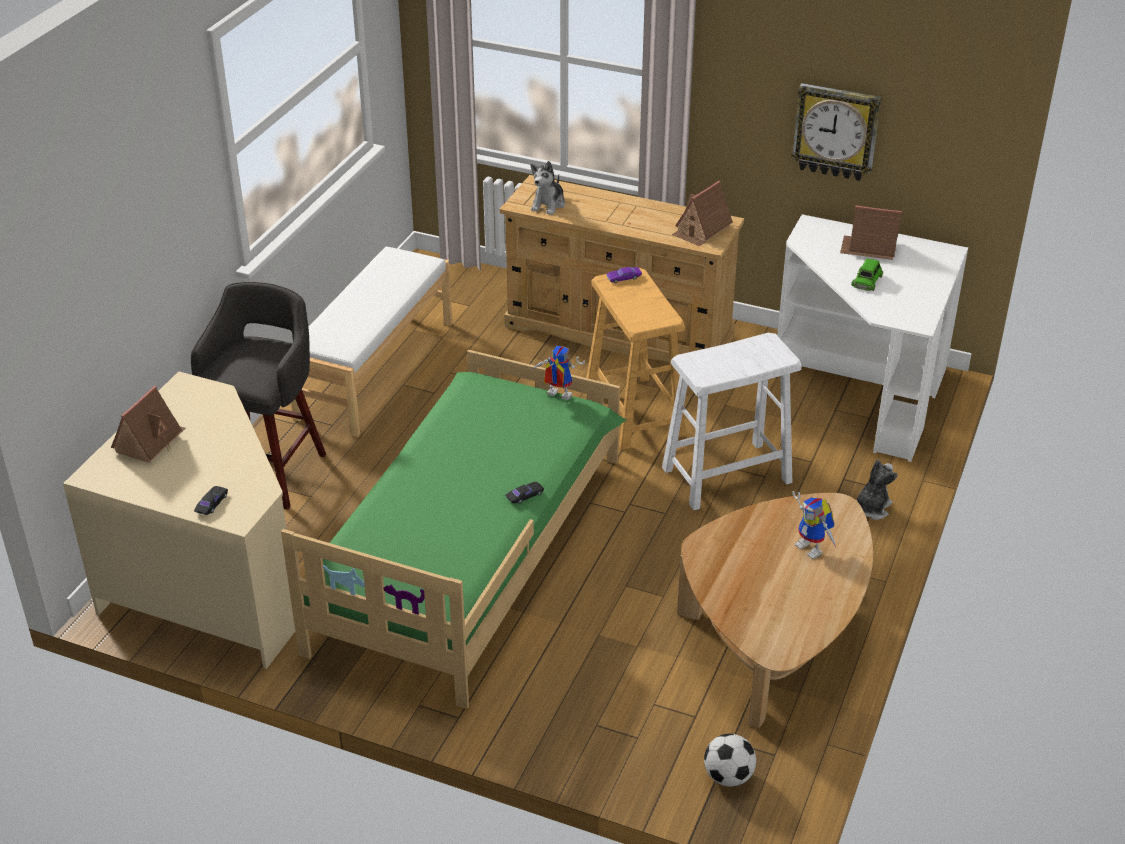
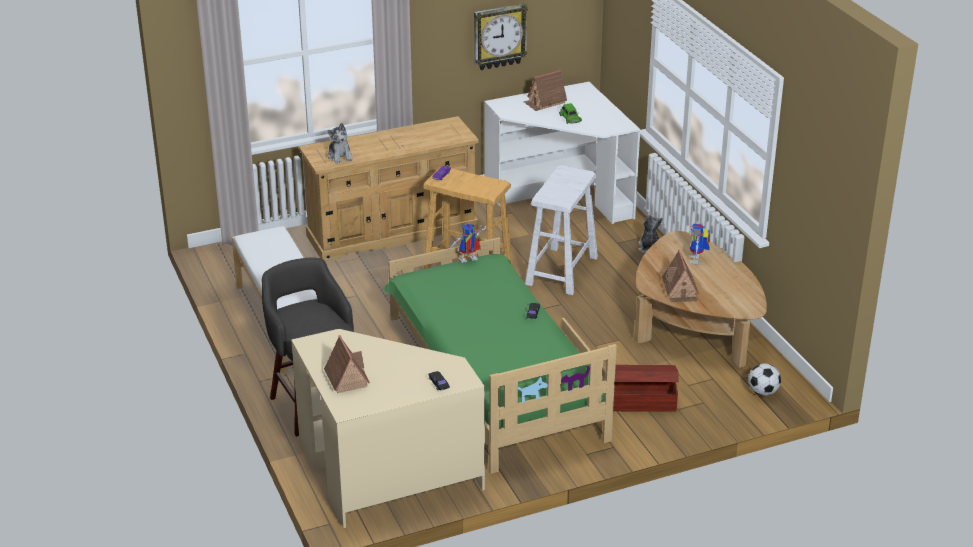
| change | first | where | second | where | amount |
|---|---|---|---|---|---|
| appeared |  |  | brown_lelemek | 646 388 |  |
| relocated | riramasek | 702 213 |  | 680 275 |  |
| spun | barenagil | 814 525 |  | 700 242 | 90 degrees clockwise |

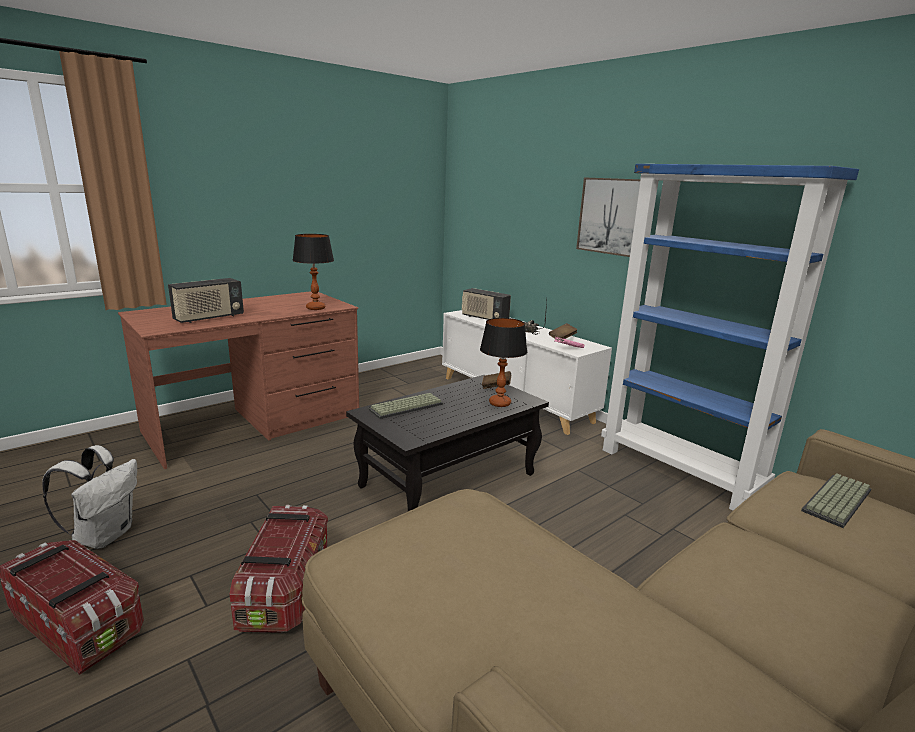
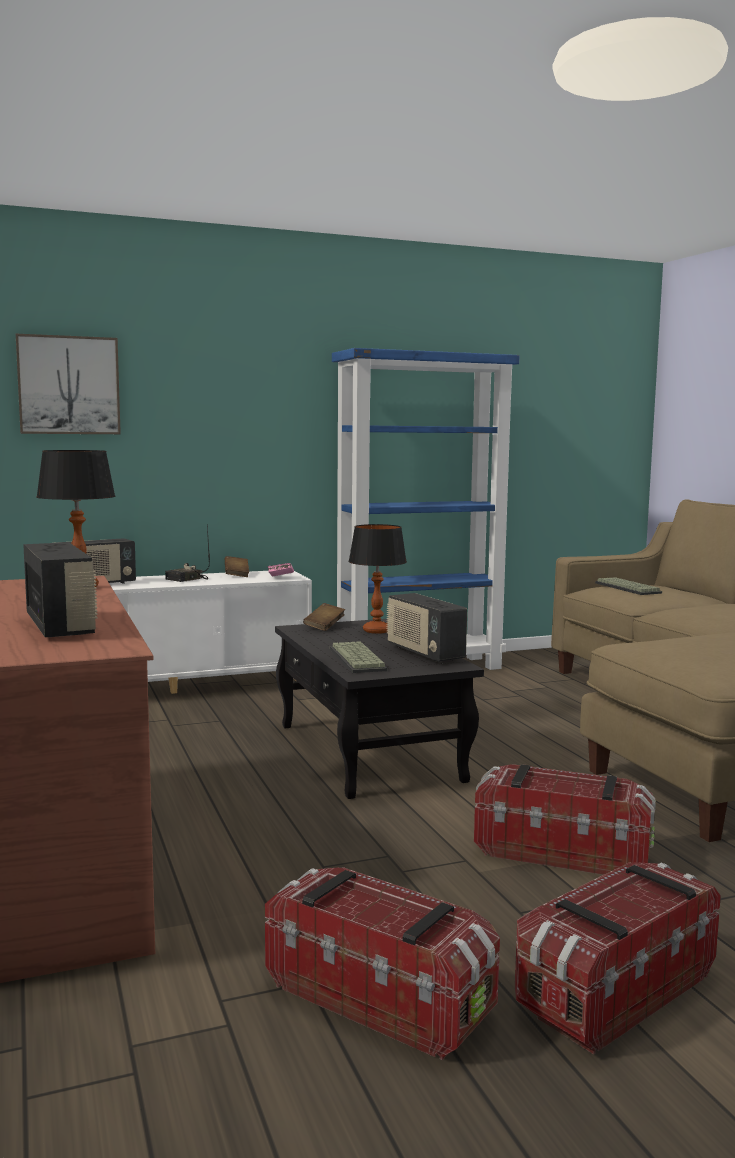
| change | first | where | second | where | amount |
|---|---|---|---|---|---|
| appeared |  |  | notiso | 427 627 |  |
| relocated | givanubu | 608 217 |  | 68 384 |  |
| exchanged | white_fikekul | 89 497 | lelemek | 382 963 |  |

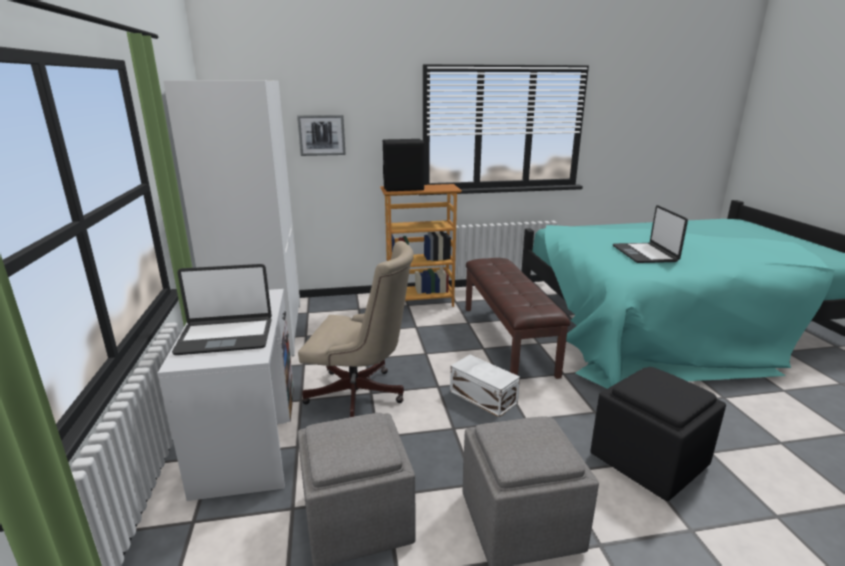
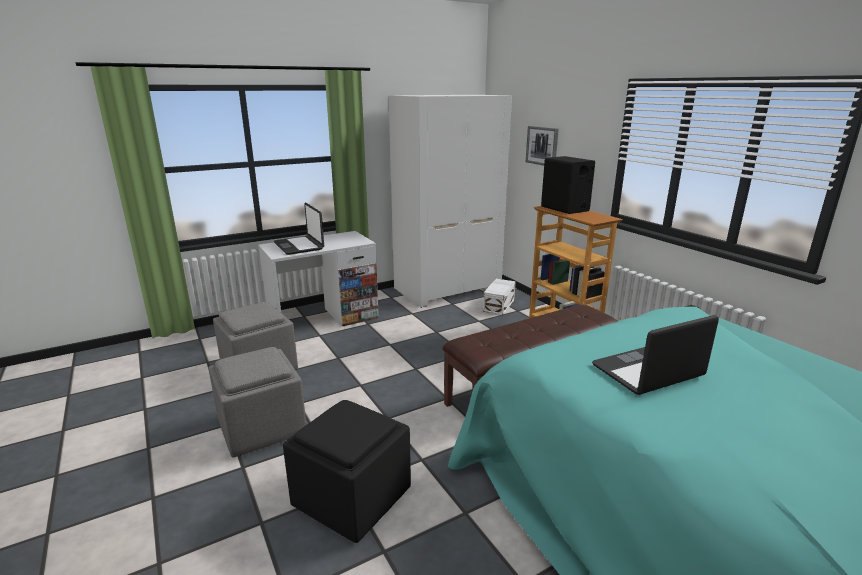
| change | first | where | second | where | amount |
|---|---|---|---|---|---|
| missing | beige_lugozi | 356 329 |  |  |  |
| relocated | white_lelemek | 485 386 |  | 499 297 |  |

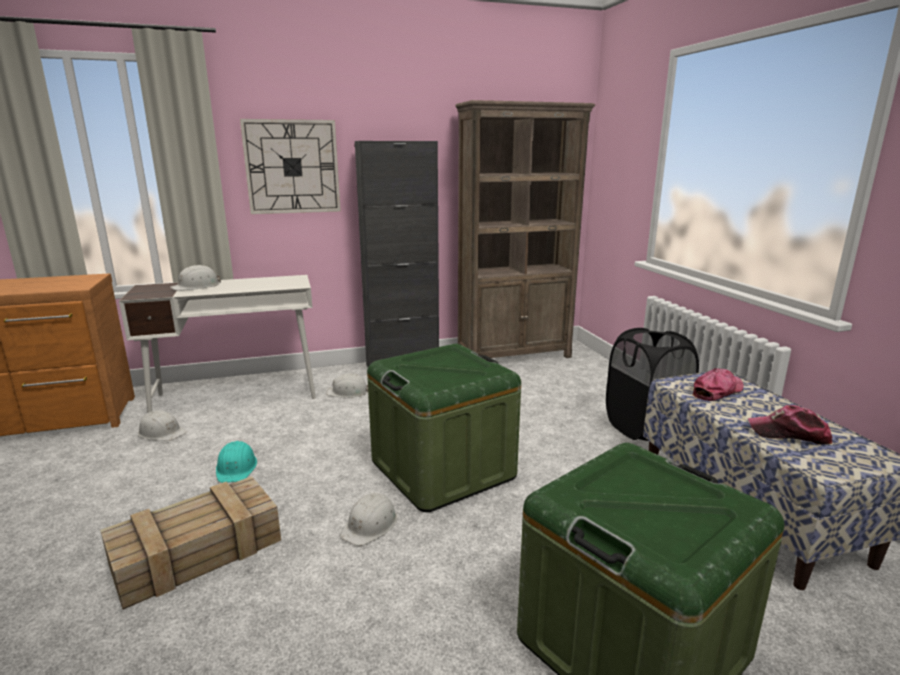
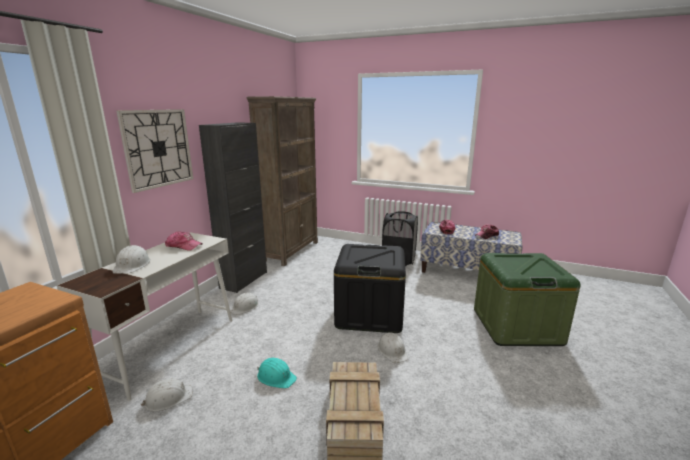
| change | first | where | second | where | amount |
|---|---|---|---|---|---|
| appeared |  |  | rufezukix | 184 241 |  |
| colour | green_lelemek | 444 428 | black_lelemek | 370 288 |  |

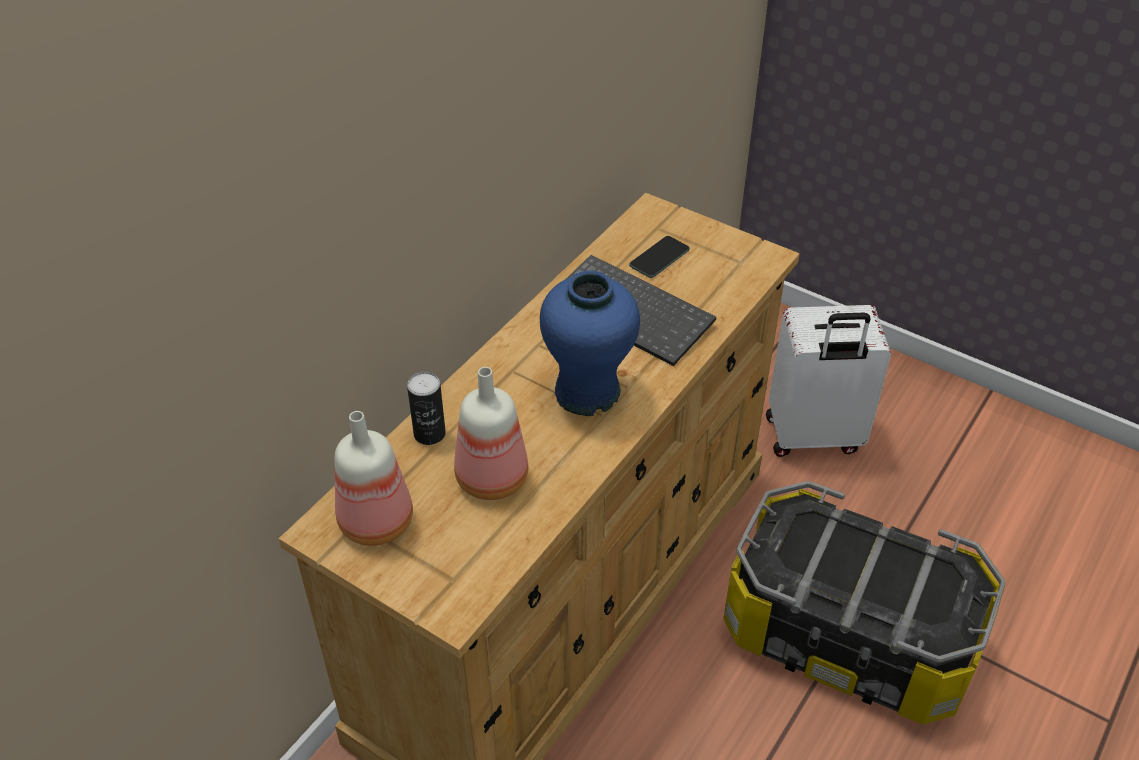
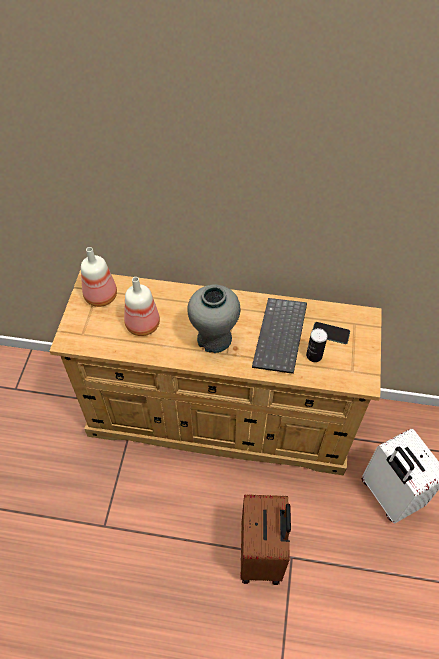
| change | first | where | second | where | amount |
|---|---|---|---|---|---|
| relocated | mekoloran | 426 408 |  | 317 345 |  |
| exchanged | lelemek | 864 602 | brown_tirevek | 266 539 |  |
| colour | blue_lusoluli | 590 343 | grey_lusoluli | 214 318 |  |

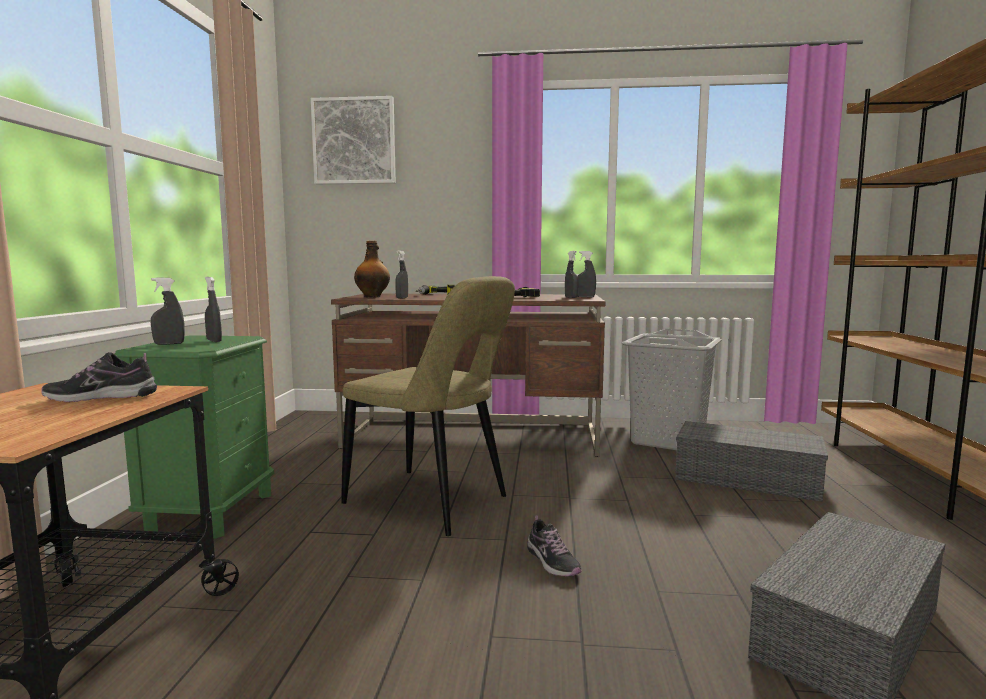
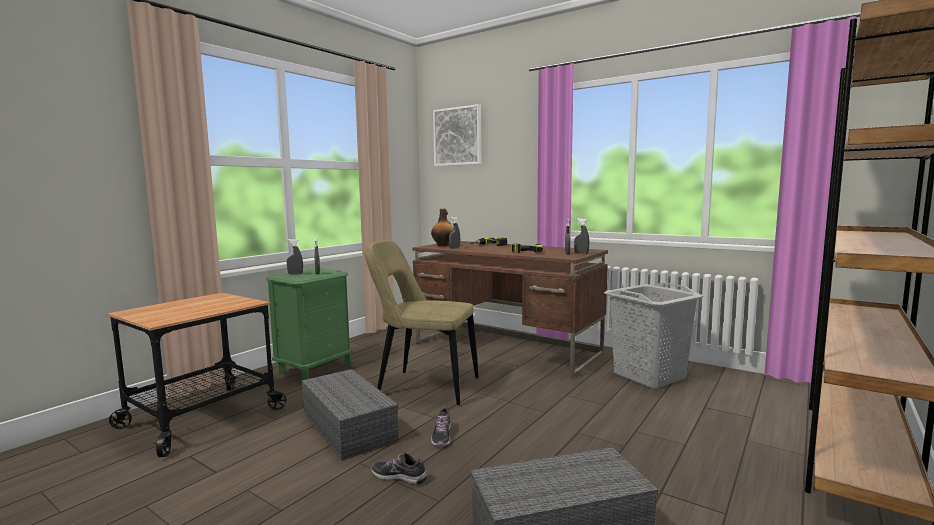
| change | first | where | second | where | amount |
|---|---|---|---|---|---|
| relocated | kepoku | 99 377 |  | 399 468 |  |
| relocated | grey_lelemek | 751 461 |  | 349 415 |  |
| spun | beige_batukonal | 428 406 |  | 422 322 | 135 degrees clockwise |

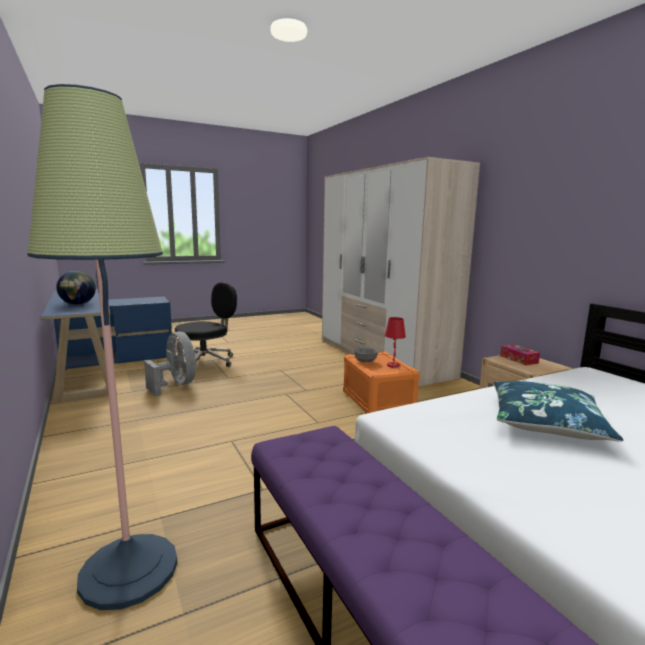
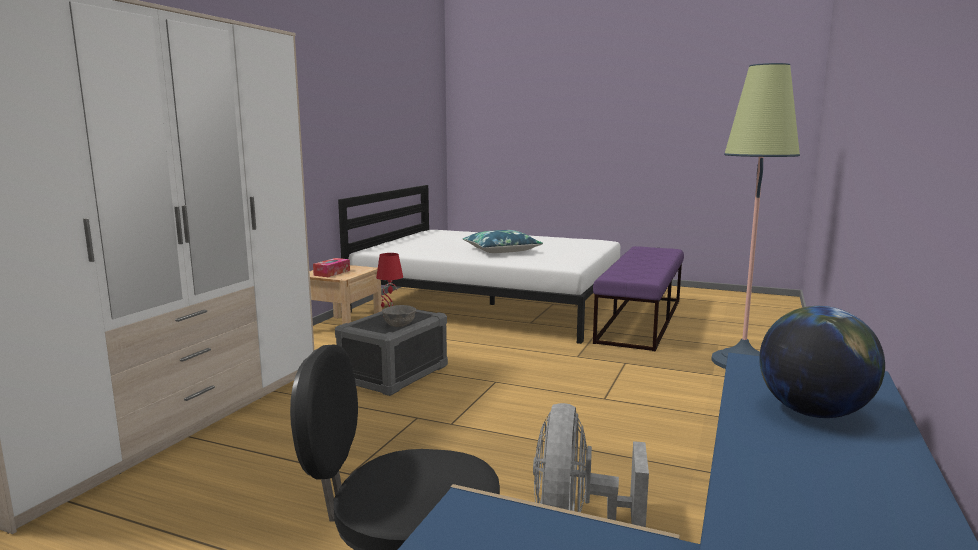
| change | first | where | second | where | amount |
|---|---|---|---|---|---|
| colour | orange_lelemek | 381 383 | grey_lelemek | 391 350 |  |

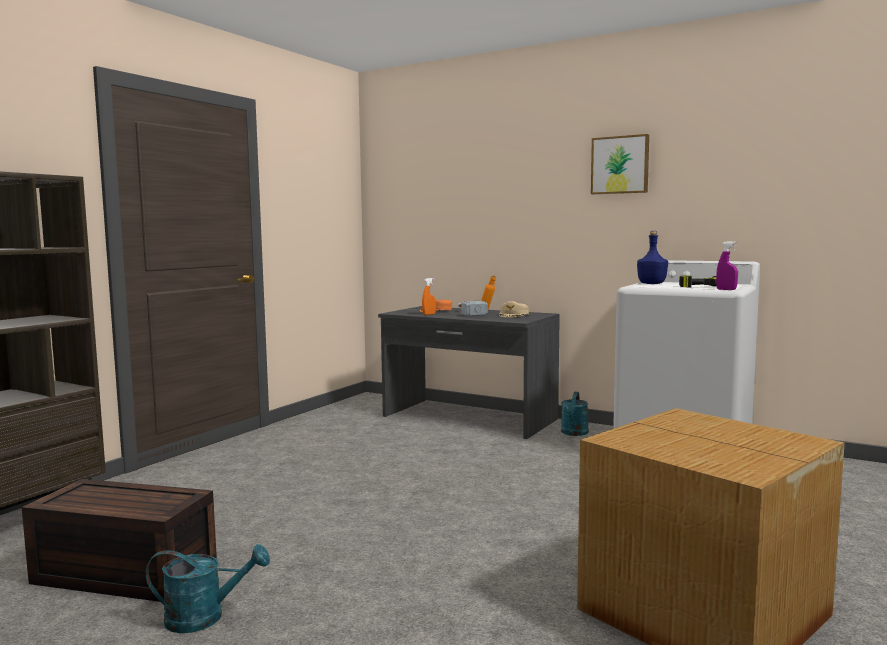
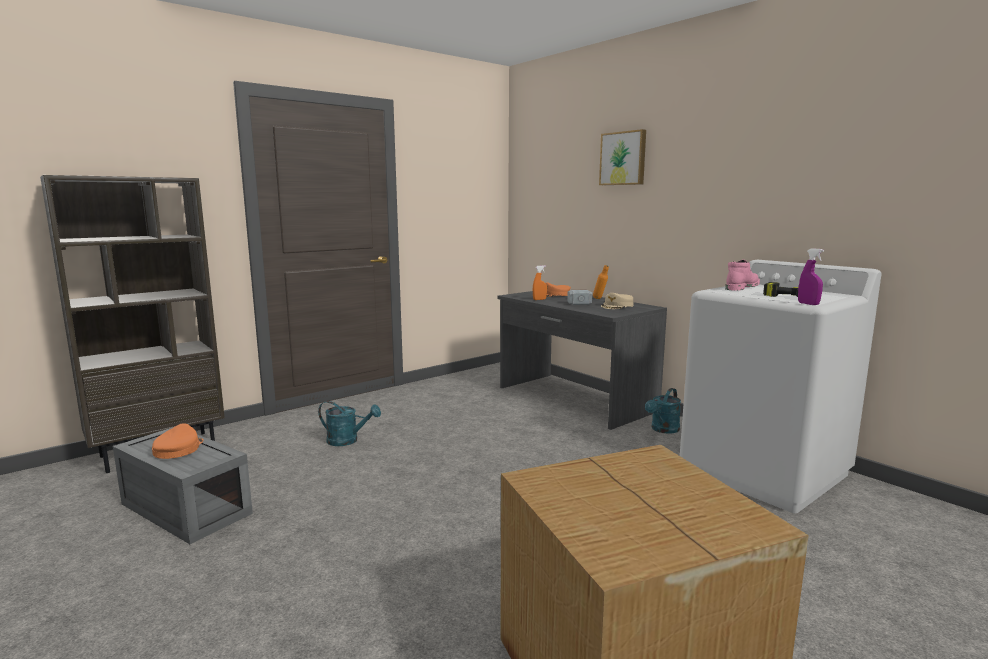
| change | first | where | second | where | amount |
|---|---|---|---|---|---|
| appeared |  |  | orange_rufezukix | 178 441 |  |
| relocated | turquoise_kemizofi | 208 588 |  | 349 423 |  |
| relocated | givanubu | 620 164 |  | 622 157 |  |
| exchanged | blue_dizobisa | 652 257 | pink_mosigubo | 742 275 |  |
| colour | brown_lelemek | 119 540 | grey_lelemek | 183 485 |  |

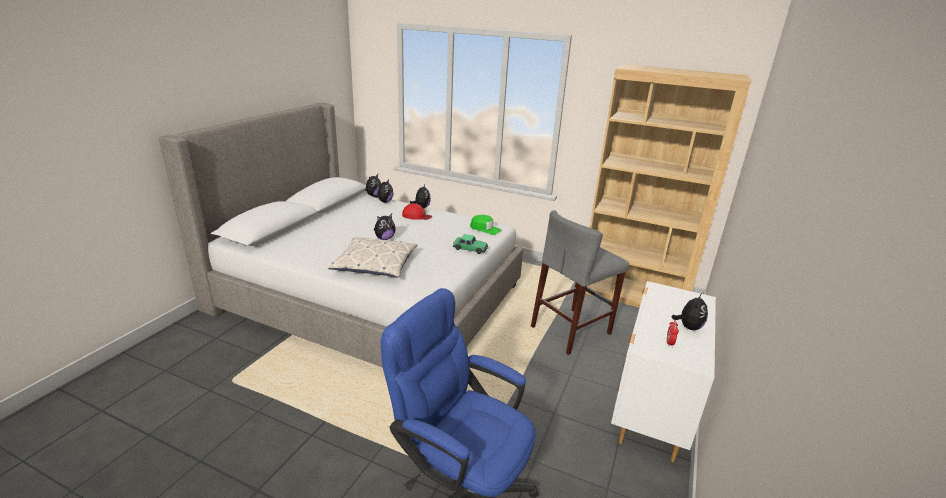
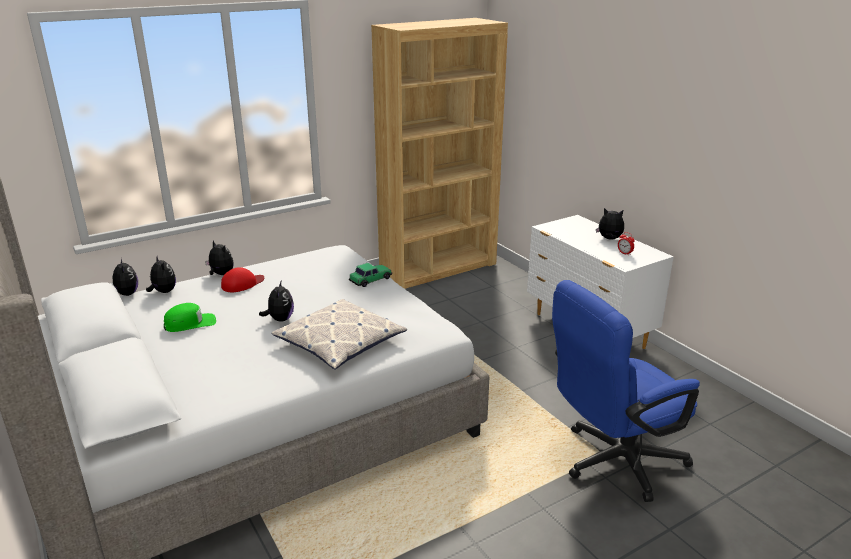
| change | first | where | second | where | amount |
|---|---|---|---|---|---|
| missing | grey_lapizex | 580 282 |  |  |  |
| relocated | green_rufezukix | 486 225 |  | 190 317 |  |
| spun | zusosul | 689 311 |  | 610 224 | 45 degrees counterclockwise |

